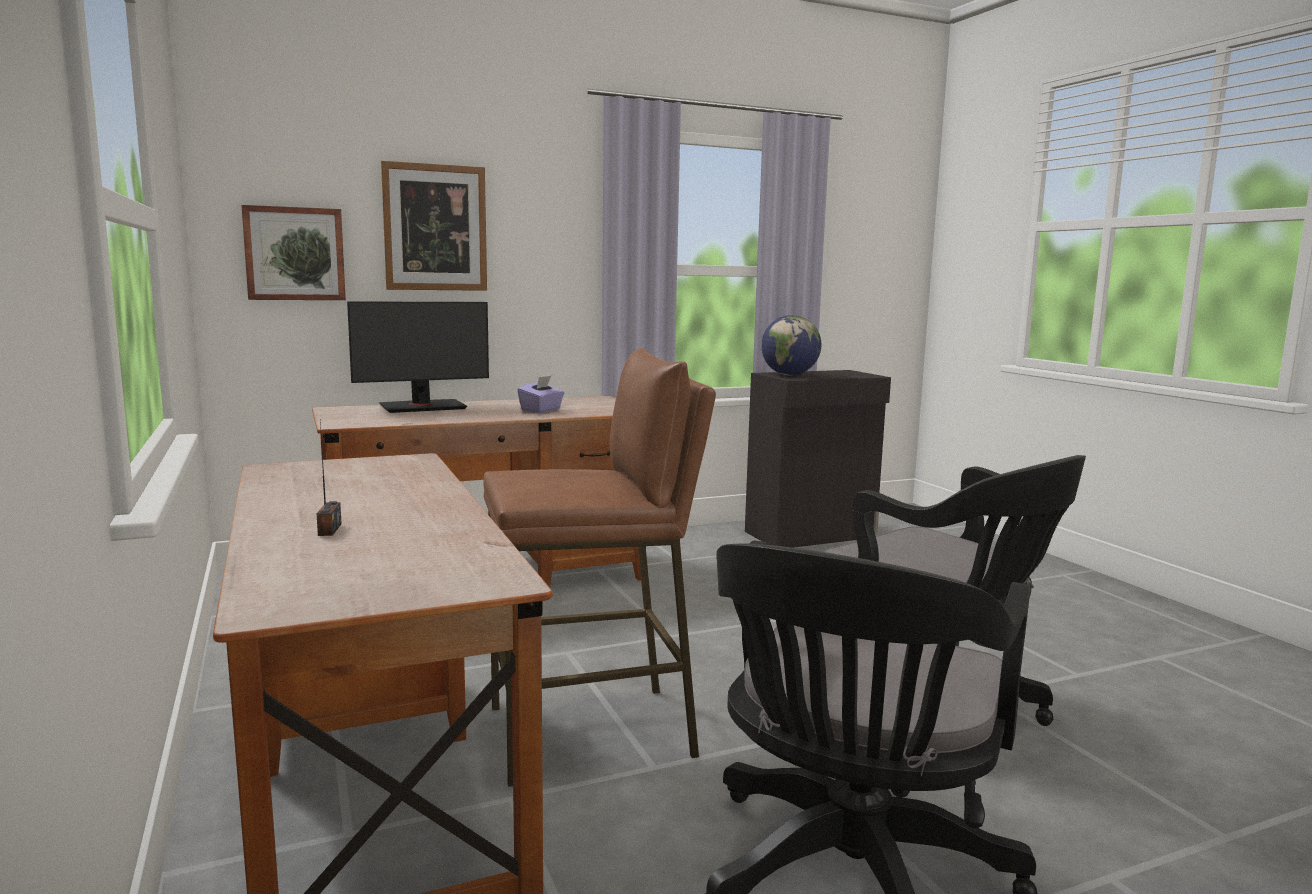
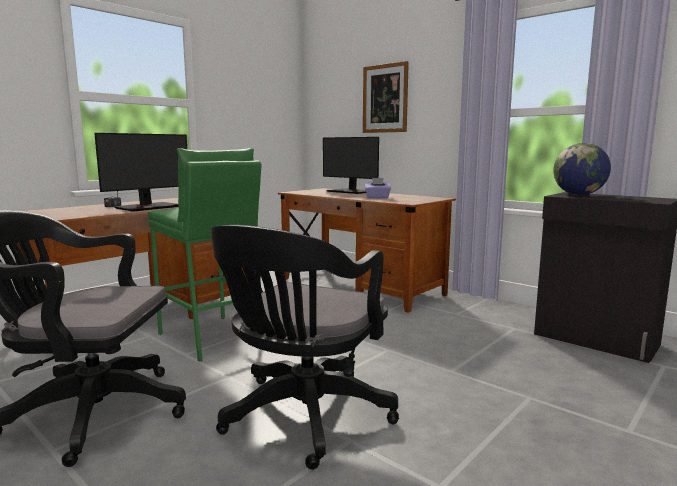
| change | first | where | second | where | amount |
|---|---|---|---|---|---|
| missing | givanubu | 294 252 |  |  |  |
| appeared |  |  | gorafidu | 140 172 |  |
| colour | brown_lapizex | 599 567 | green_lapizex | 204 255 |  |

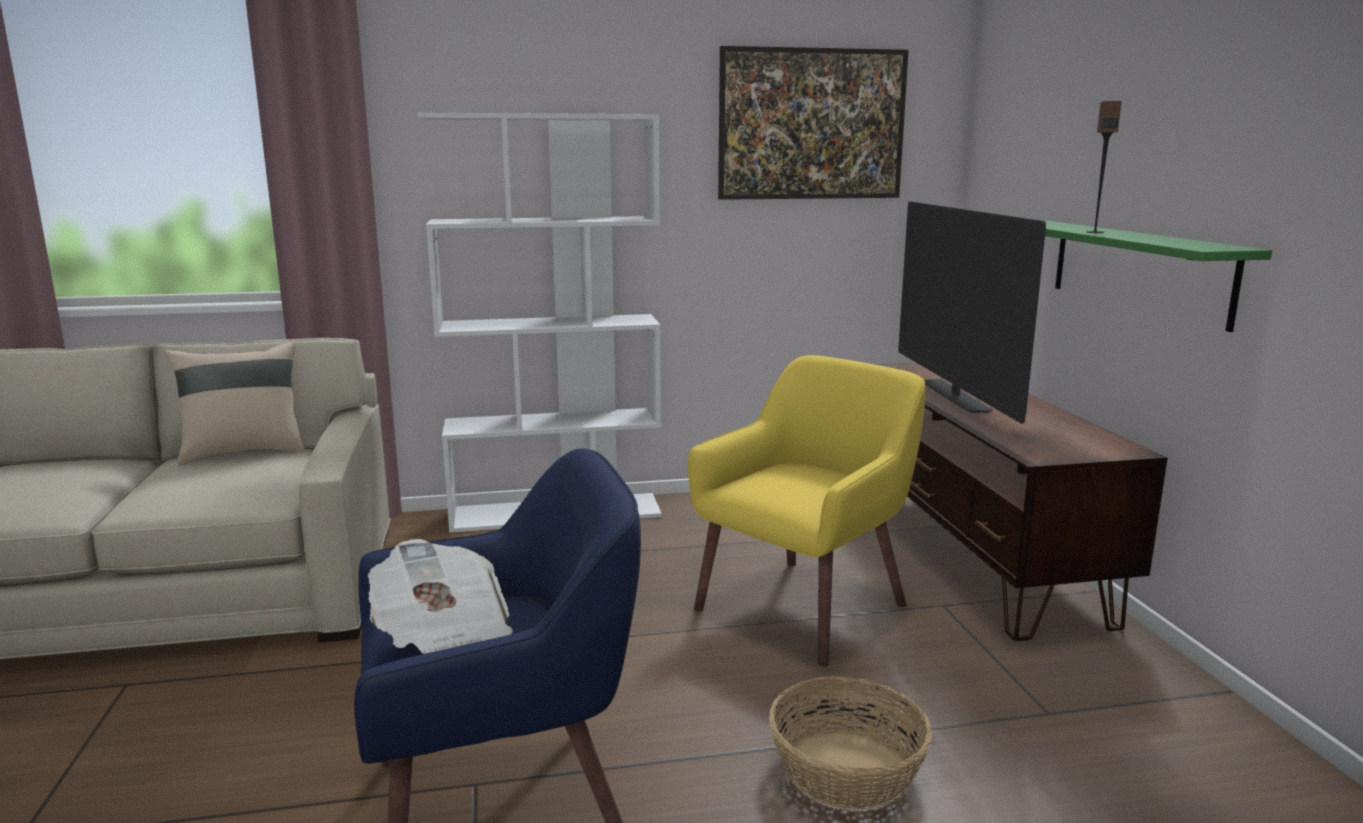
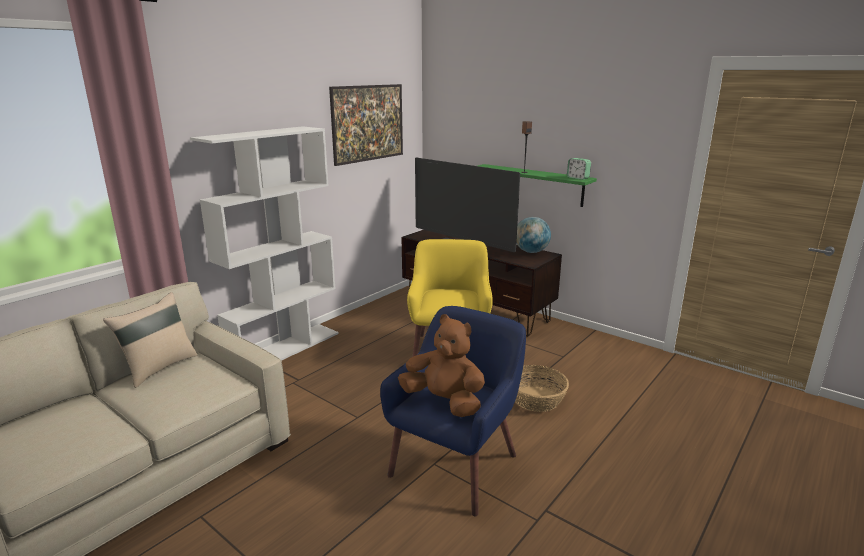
| change | first | where | second | where | amount |
|---|---|---|---|---|---|
| appeared |  |  | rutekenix | 533 235 |  |
| appeared |  |  | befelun | 579 169 |  |
| exchanged | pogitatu | 440 596 | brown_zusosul | 441 365 |  |

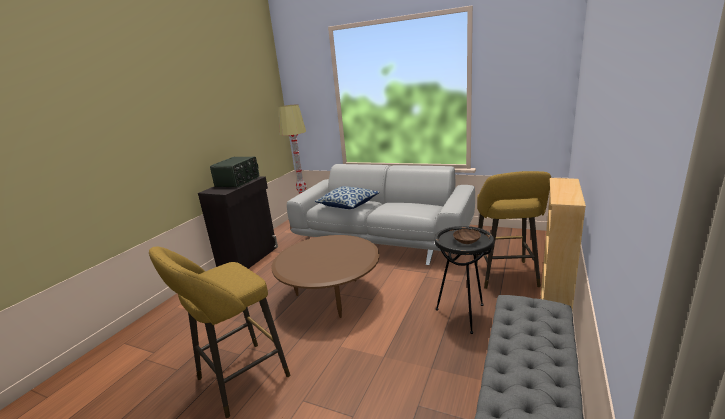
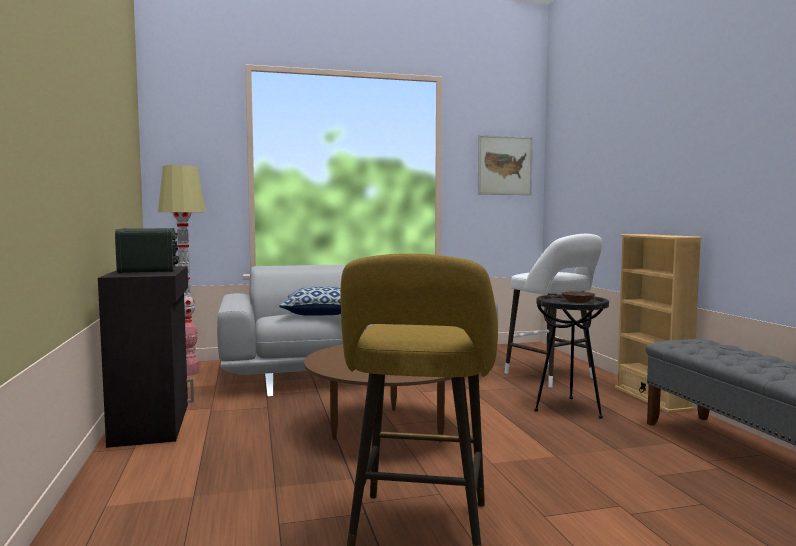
| change | first | where | second | where | amount |
|---|---|---|---|---|---|
| appeared |  |  | givanubu | 505 165 |  |
| colour | yellow_lapizex | 513 230 | white_lapizex | 553 310 |  |

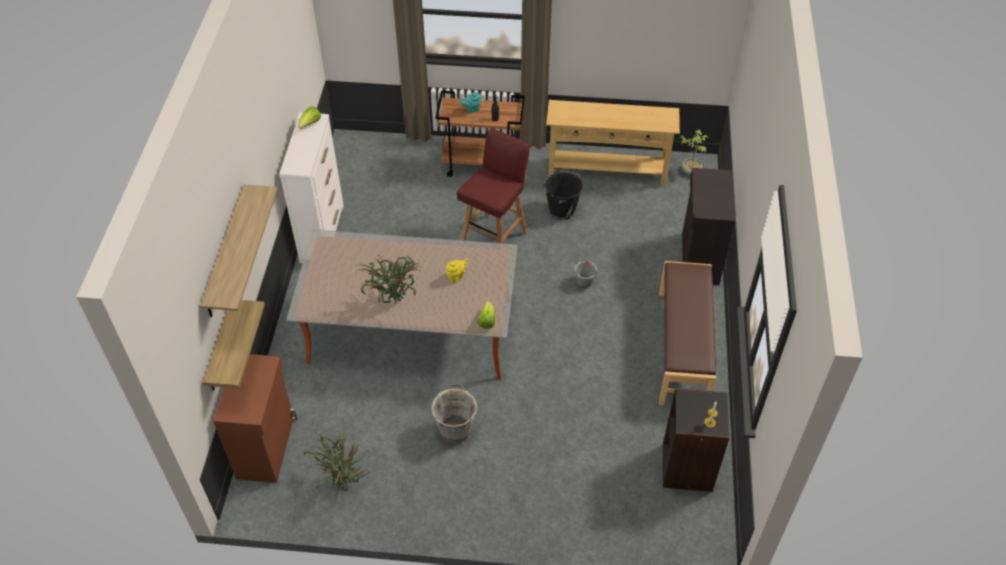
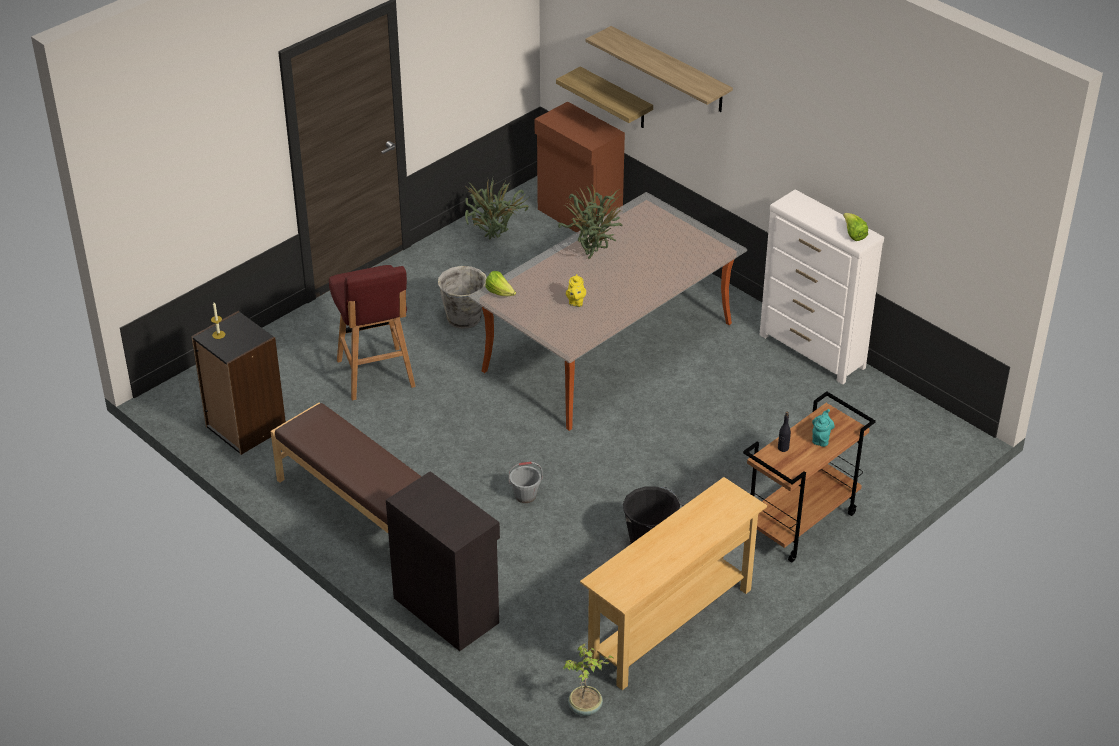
| change | first | where | second | where | amount |
|---|---|---|---|---|---|
| relocated | red_lapizex | 493 185 |  | 372 332 |  |

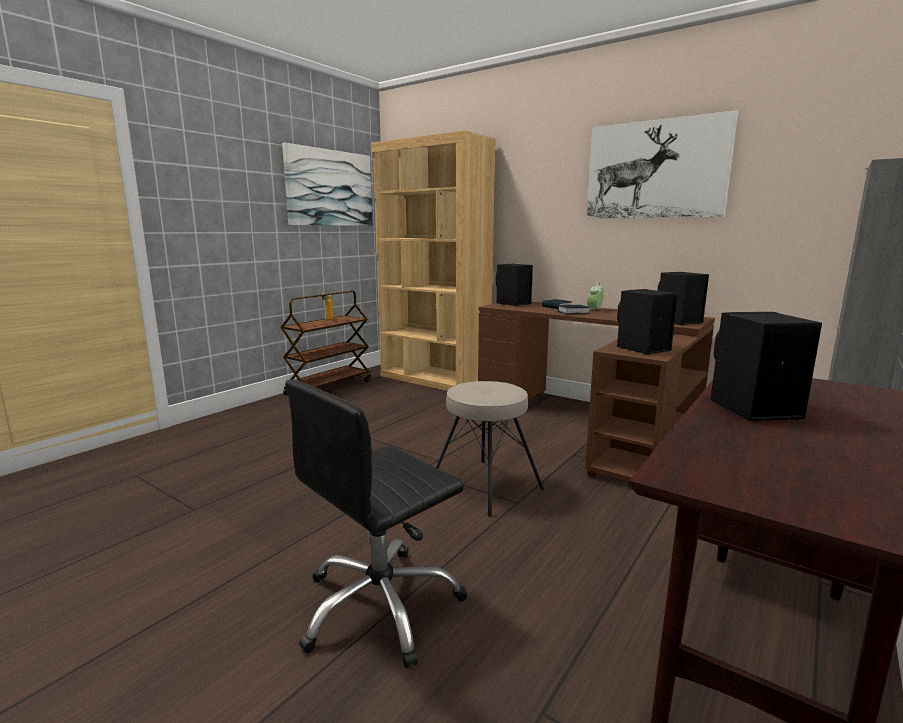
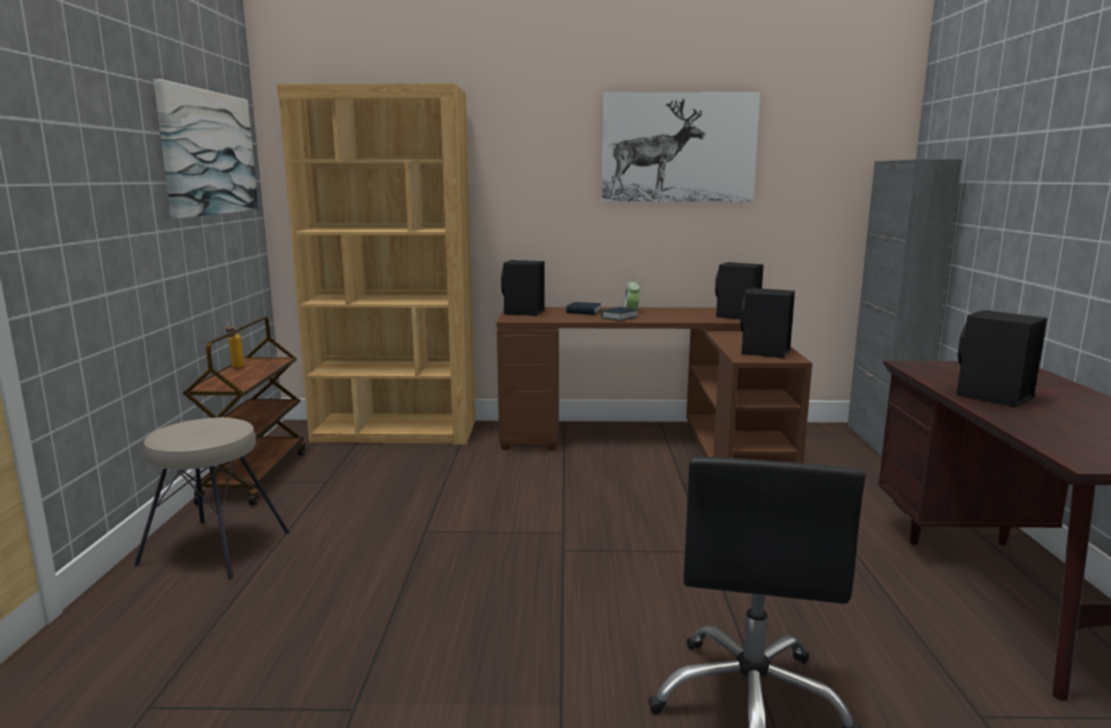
| change | first | where | second | where | amount |
|---|---|---|---|---|---|
| relocated | beige_lapizex | 490 449 |  | 211 498 |  |

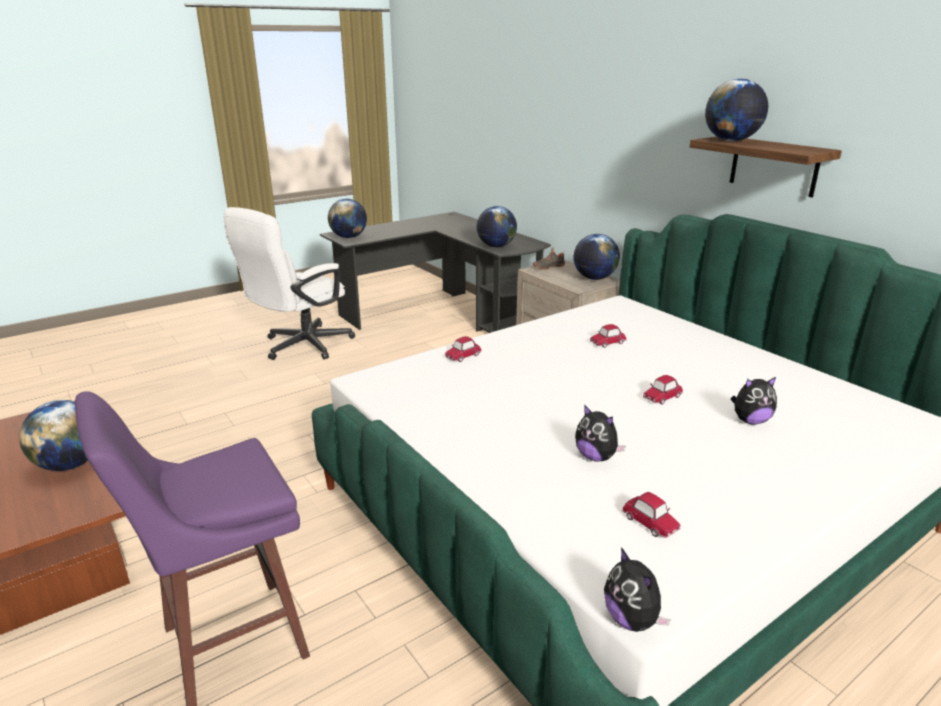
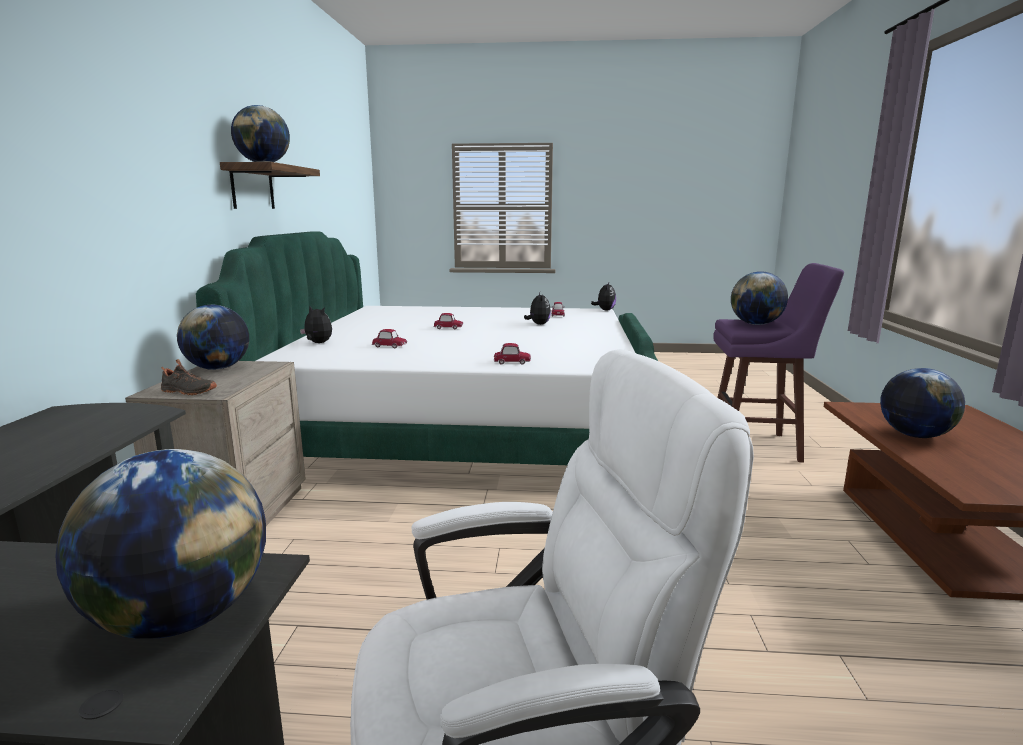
| change | first | where | second | where | amount |
|---|---|---|---|---|---|
| relocated | rutekenix | 496 226 |  | 759 298 |  |
| relocated | zusosul | 754 401 |  | 316 324 |  |

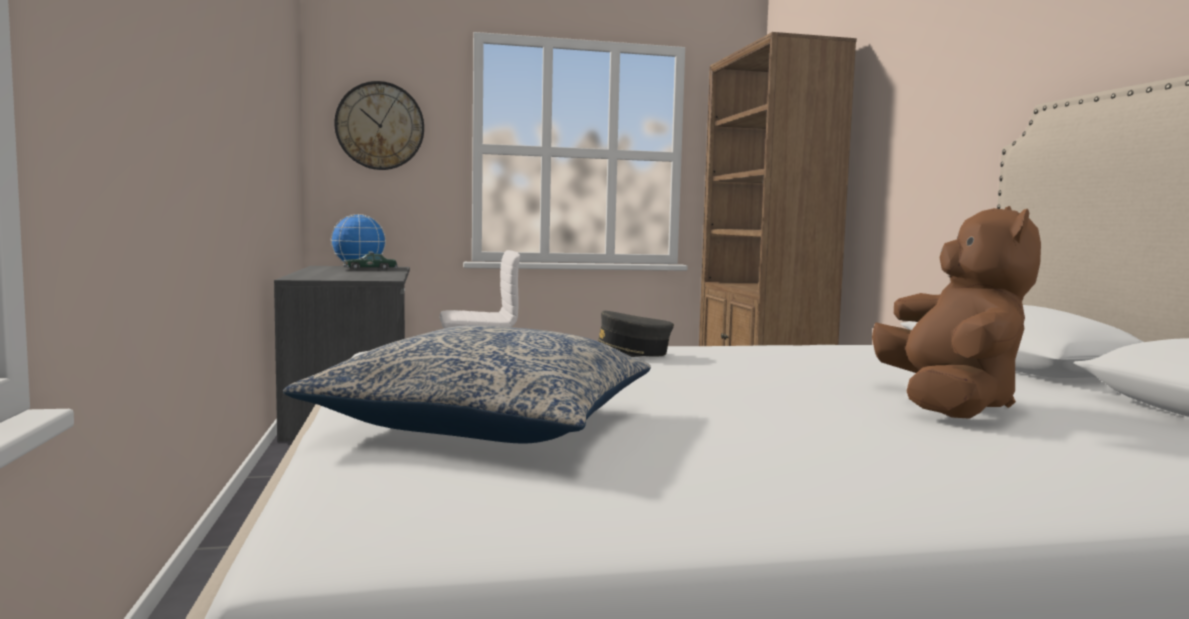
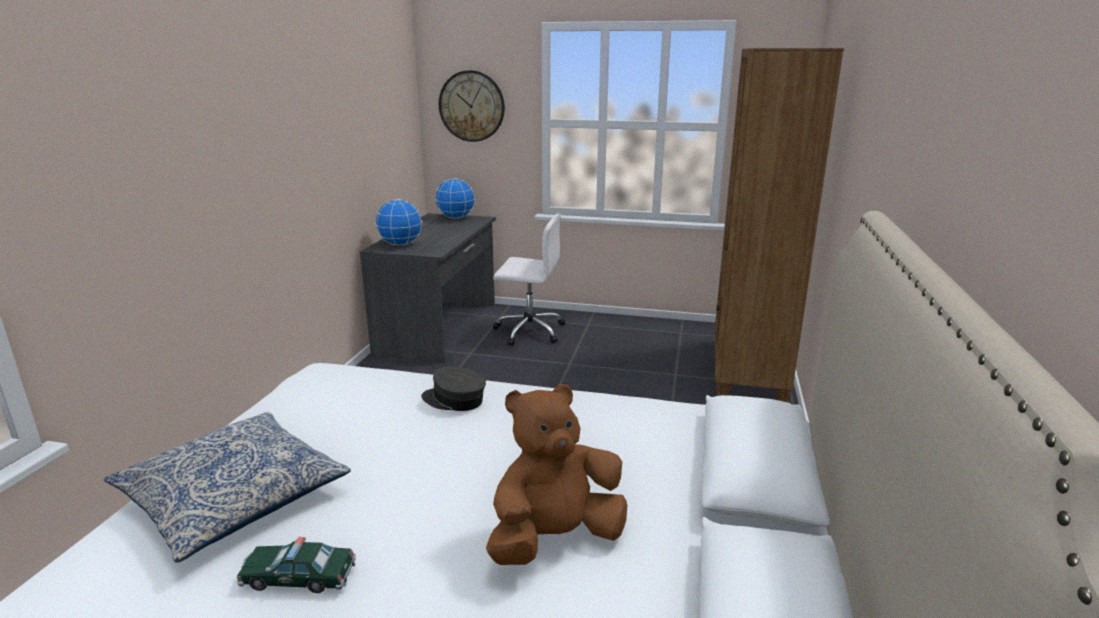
| change | first | where | second | where | amount |
|---|---|---|---|---|---|
| appeared |  |  | rutekenix | 398 222 |  |
| relocated | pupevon | 370 261 |  | 296 565 |  |
| spun | brown_zusosul | 956 312 |  | 556 474 | 150 degrees counterclockwise |

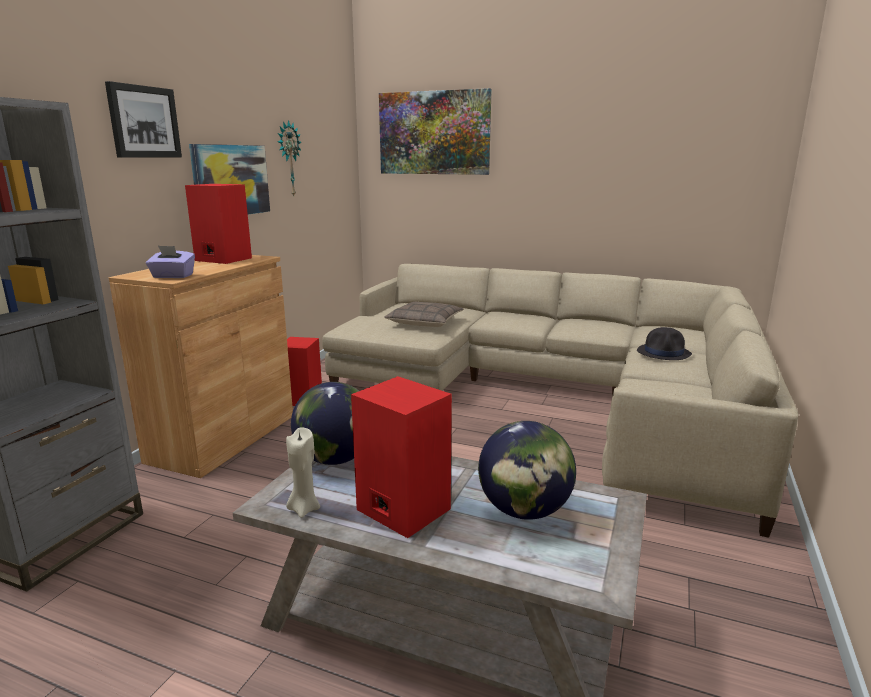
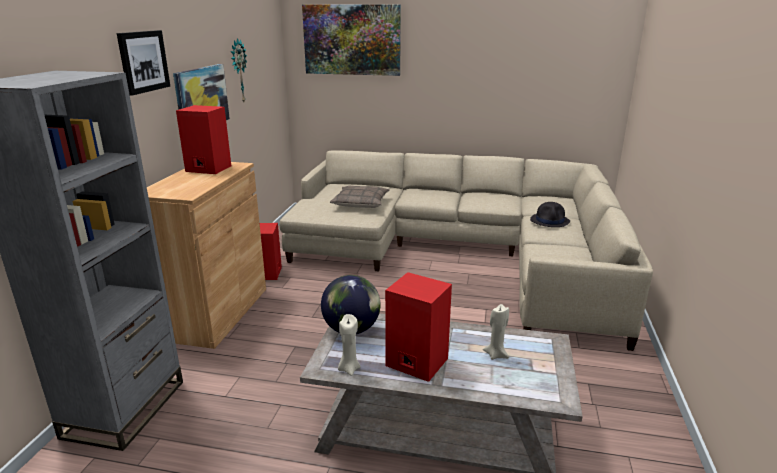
| change | first | where | second | where | amount |
|---|---|---|---|---|---|
| missing | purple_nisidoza | 170 262 |  |  |  |
| exchanged | rutekenix | 527 470 | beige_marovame | 496 332 |  |

